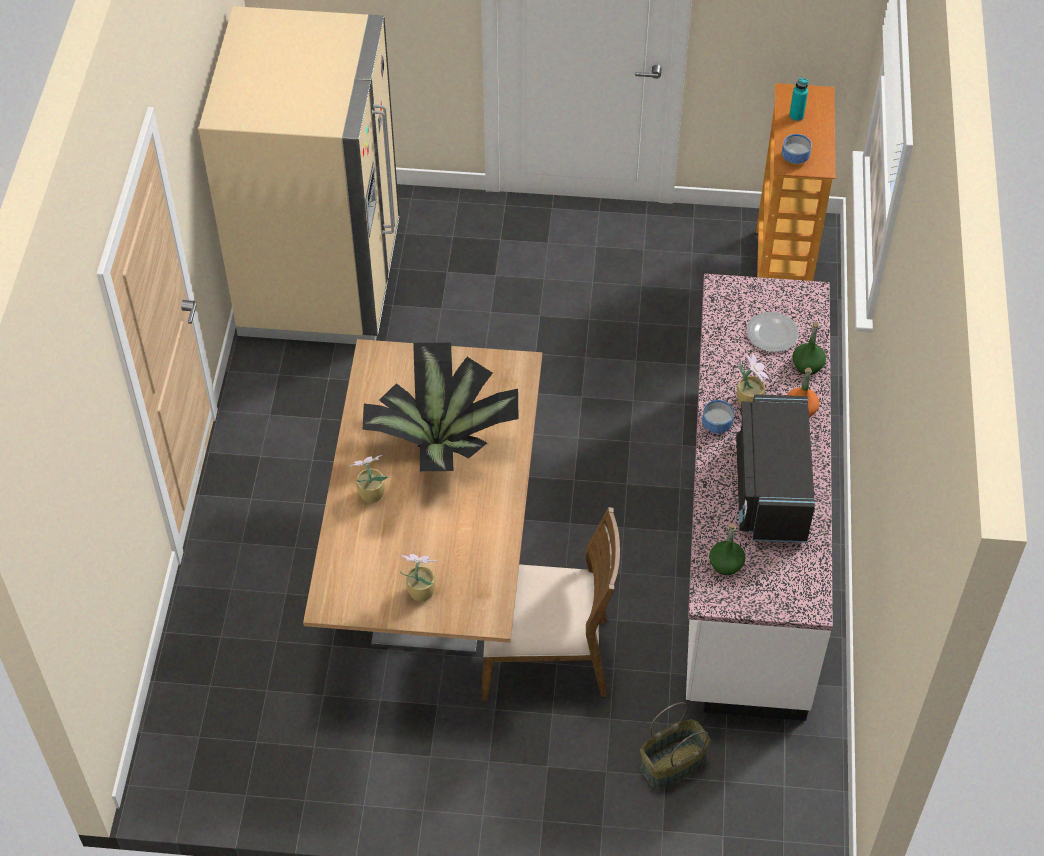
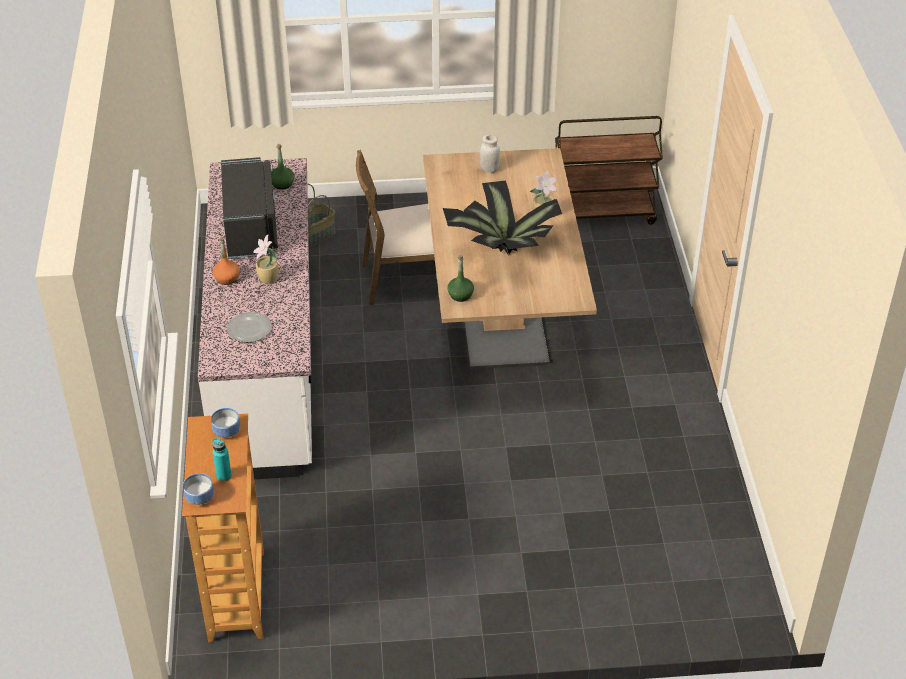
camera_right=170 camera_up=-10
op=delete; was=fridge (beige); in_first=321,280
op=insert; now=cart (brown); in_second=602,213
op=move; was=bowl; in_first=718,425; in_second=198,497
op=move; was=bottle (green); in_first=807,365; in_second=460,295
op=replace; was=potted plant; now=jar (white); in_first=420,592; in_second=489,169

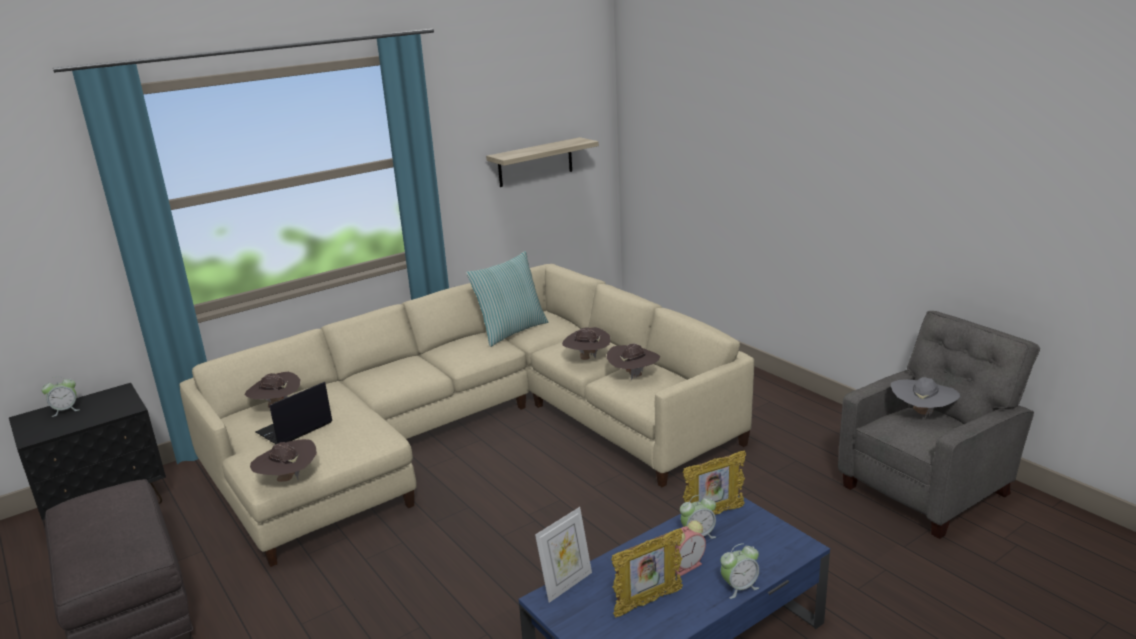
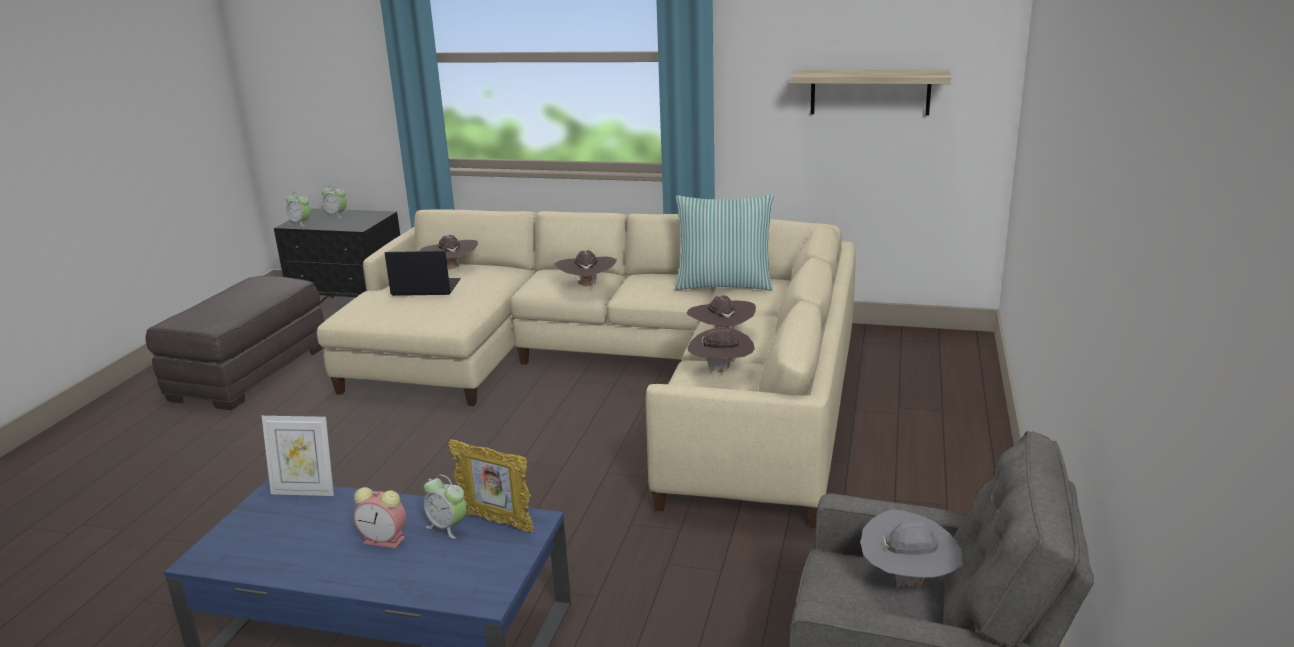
camera_right=50 camera_up=0
op=delete; was=picture frame; in_first=647,602
op=move; was=hat (brown); in_first=288,480; in_second=587,286
op=move; was=alarm clock; in_first=739,587; in_second=300,223

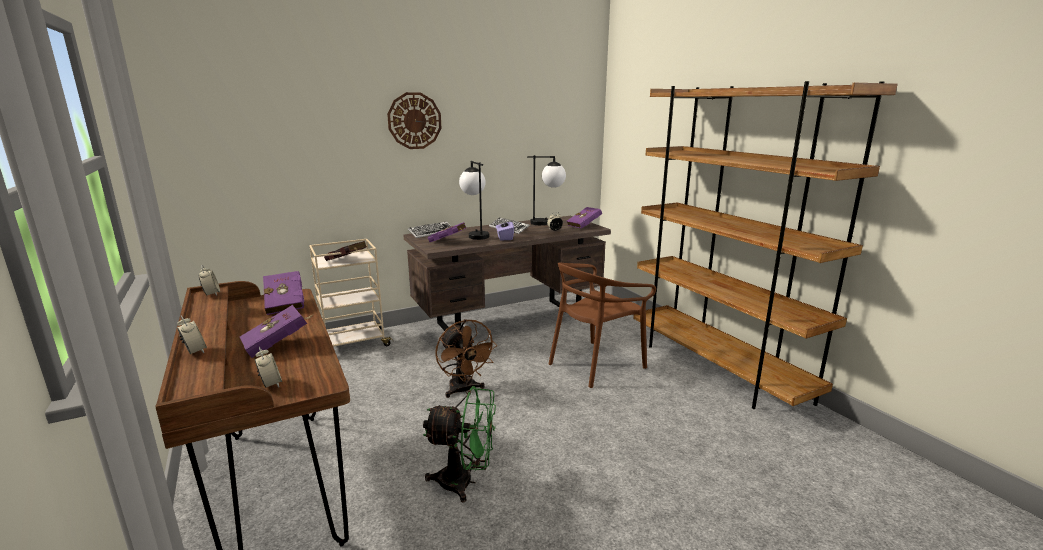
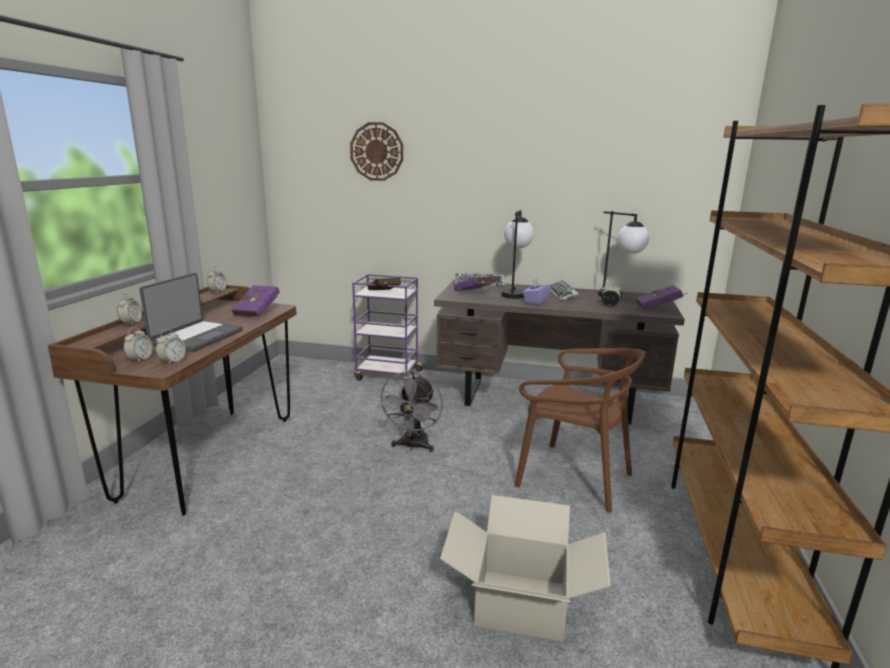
camera_right=40 camera_up=0
op=delete; was=fan (green); in_first=465,482
op=insert; now=alarm clock; in_second=172,361
op=insert; now=cardboard box; in_second=521,605
op=move; was=wall clock; in_first=414,121; in_second=377,151
op=replace; was=book (purple); now=laptop; in_first=279,345; in_second=196,337
op=recolor; was=cart (beige); now=cart (purple); in_first=354,344; in_second=388,375
op=recolor; was=fan (brown); now=fan (grey); in_first=464,390; in_second=413,446
op=rotate; was=chair (brown); in_first=595,364; in_second=573,477; clockwise=-150

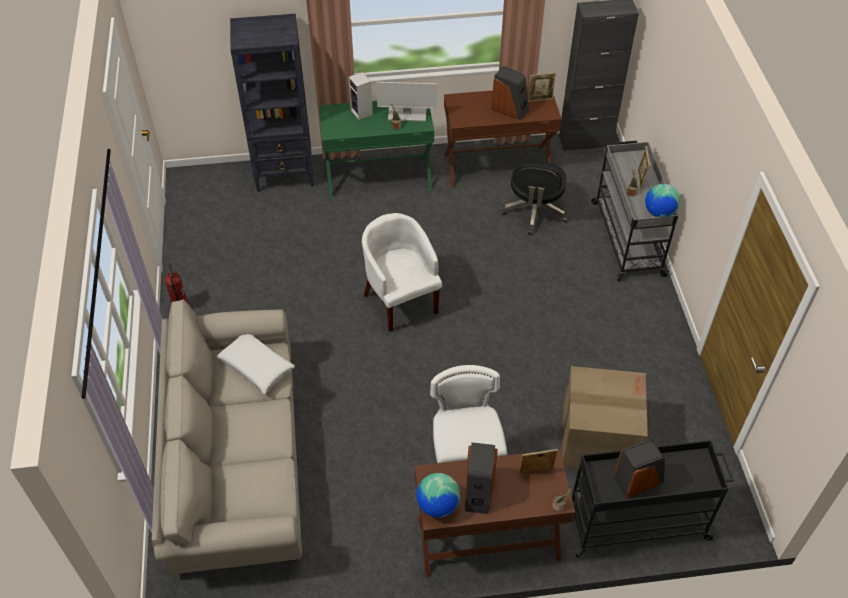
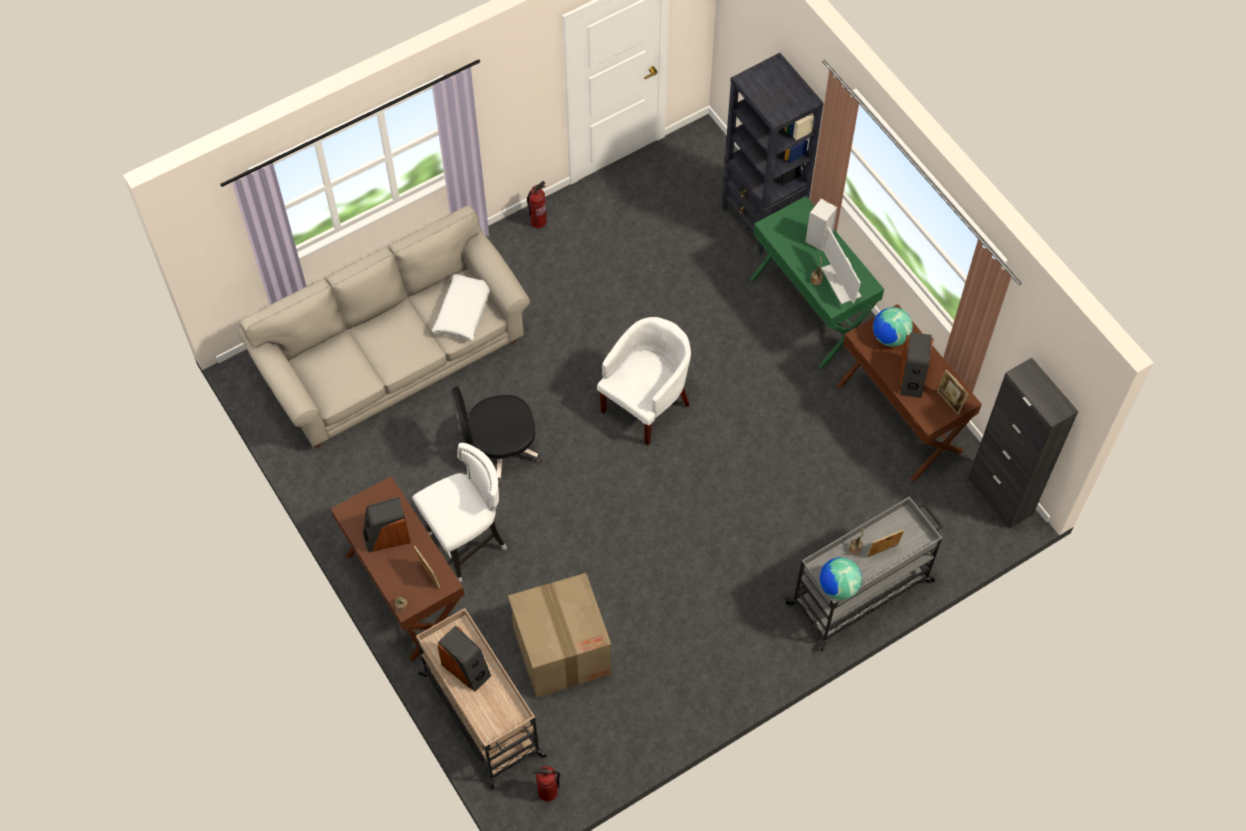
camera_right=65 camera_up=10
op=insert; now=fire extinguisher; in_second=547,792
op=move; was=globe; in_first=438,505; in_second=889,337
op=move; was=office chair (black); in_first=534,211; in_second=498,450
op=recolor; was=cart (black); now=cart (beige); in_first=638,521; in_second=483,716

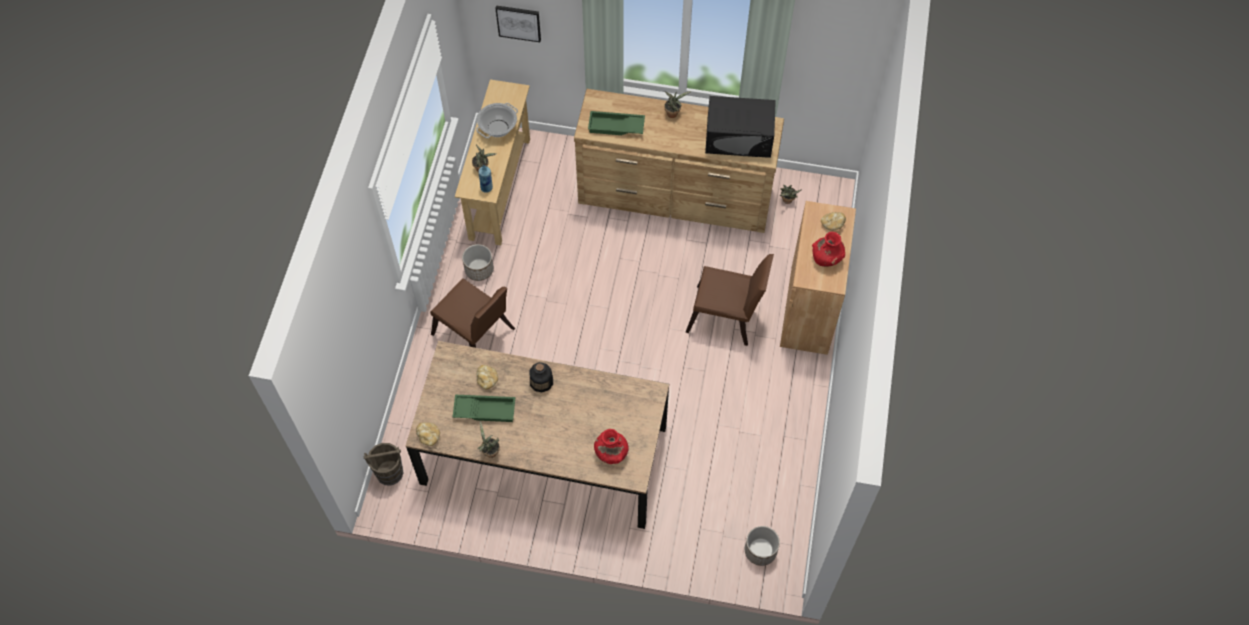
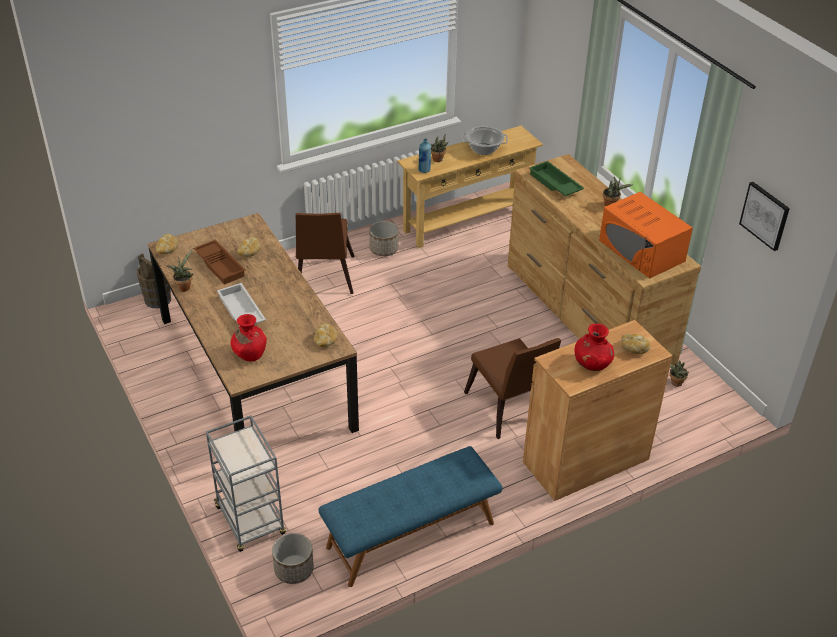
camera_right=50 camera_up=-20
op=delete; was=bottle; in_first=541,381
op=insert; now=cart (grey); in_second=251,521
op=insert; now=tray (white); in_second=240,311
op=insert; now=bread; in_second=325,341
op=insert; now=bench (blue); in_second=411,536
op=move; was=picture; in_first=518,22; in_second=765,215
op=recolor; was=tray (green); now=tray (brown); in_first=485,409; in_second=221,265
op=recolor; was=microwave (black); now=microwave (orange); in_first=739,138; in_second=641,251

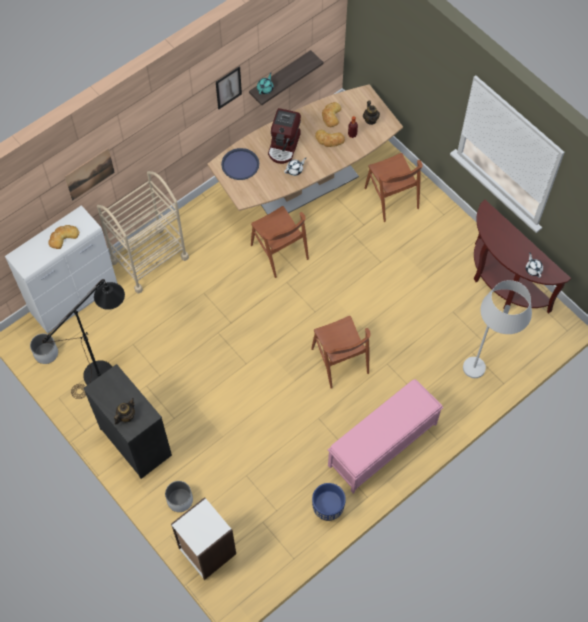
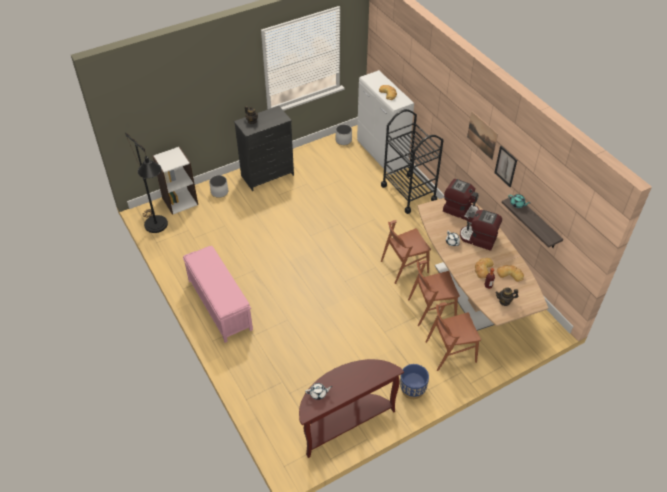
camera_right=100 camera_up=-15
op=delete; was=floor lamp (white); in_first=486,365
op=move; was=floor lamp (black); in_first=106,370; in_second=158,229
op=move; was=picture; in_first=89,174; in_second=482,135
op=move; was=chair (brown); in_first=340,361; in_second=431,309
op=move; was=planter (blue); in_first=328,508; in_second=412,389
op=replace; was=tray (blue); now=coffee machine; in_first=240,164; in_second=461,210
op=recolor; was=cart (beige); now=cart (black); in_first=149,259; in_second=408,193

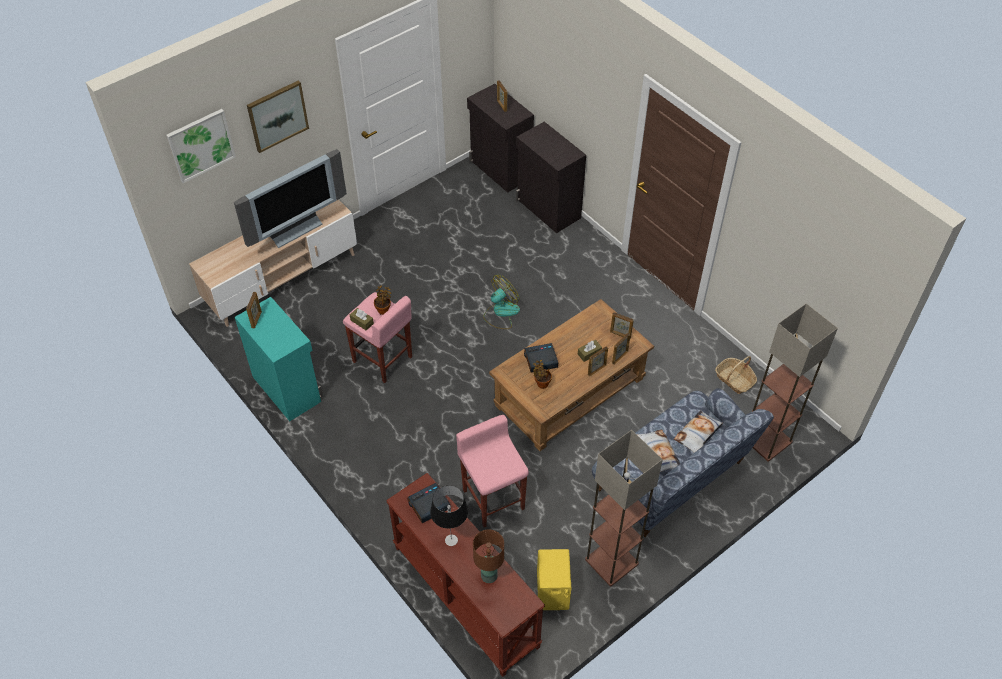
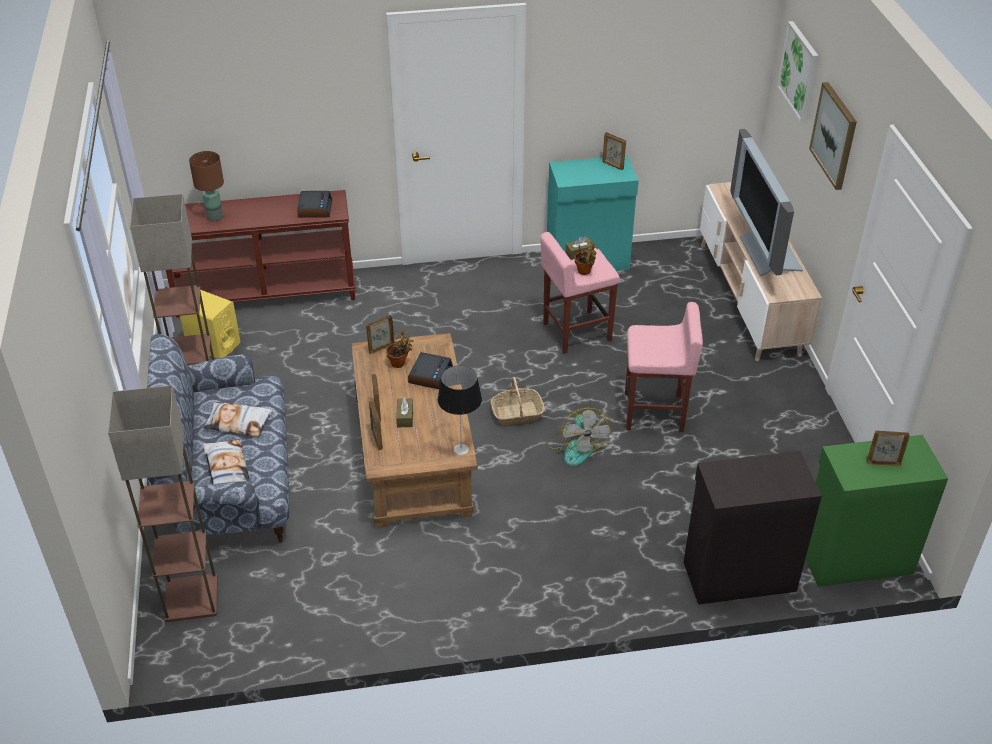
camera_right=120 camera_up=-10
op=move; was=table lamp; in_first=451,540; in_second=461,449
op=move; was=stool (pink); in_first=493,498; in_second=655,412
op=move; was=picture frame; in_first=620,335; in_second=381,348
op=move; was=basket; in_first=734,380; in_second=517,413
op=recolor; was=cabinet (black); now=cabinet (green); in_first=500,170; in_second=854,558

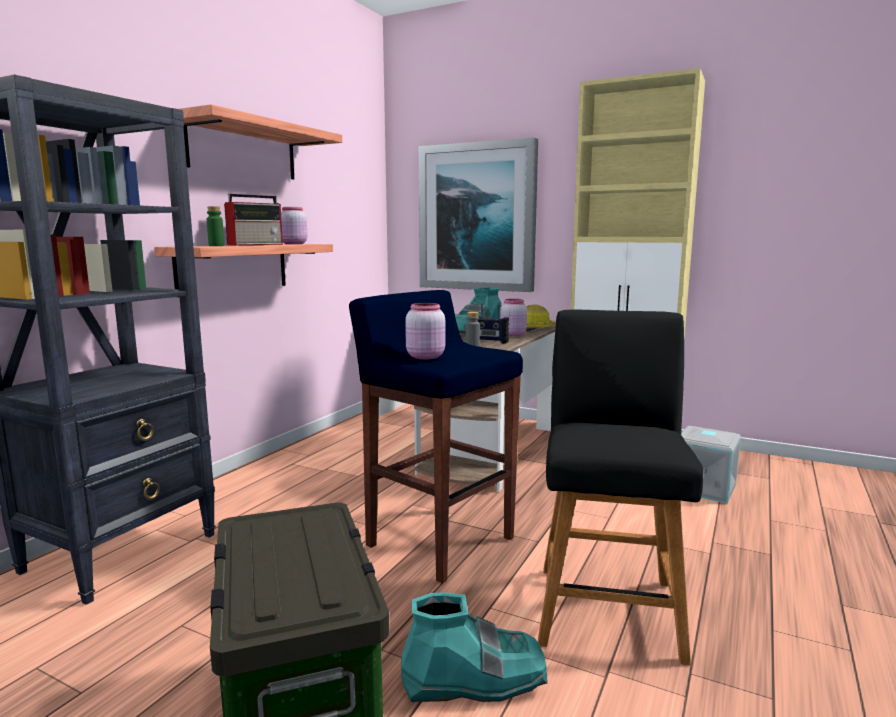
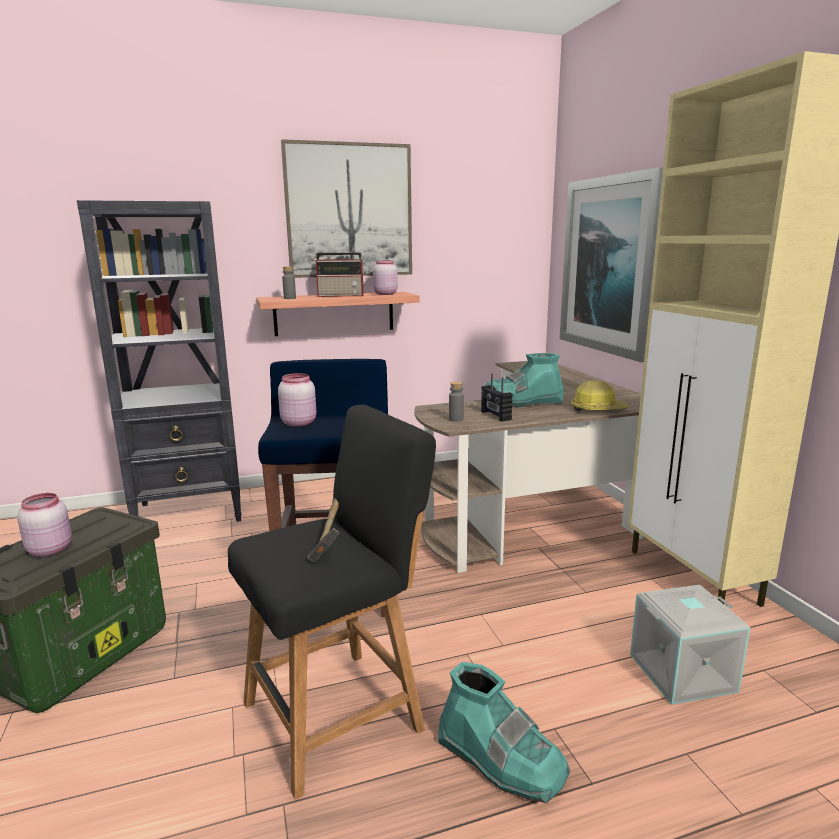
camera_right=45 camera_up=5
op=insert; now=hammer; in_second=329,536
op=move; was=boot (turquoise); in_first=474,679; in_second=501,759
op=move; was=jar (pink); in_first=512,334; in_second=50,549
op=replace; was=shelf; now=picture; in_first=243,150; in_second=349,211
op=recolor; was=bottle (green); now=bottle (grey); in_first=216,246; in_second=290,298

